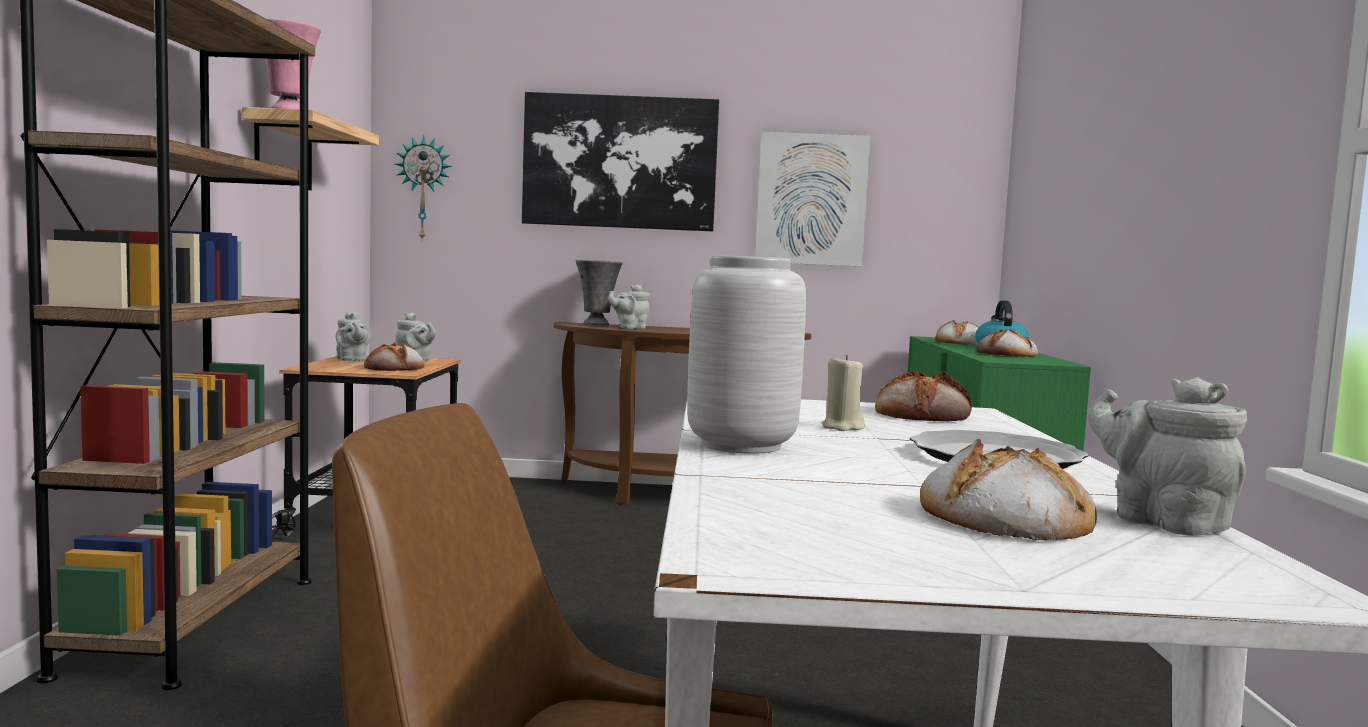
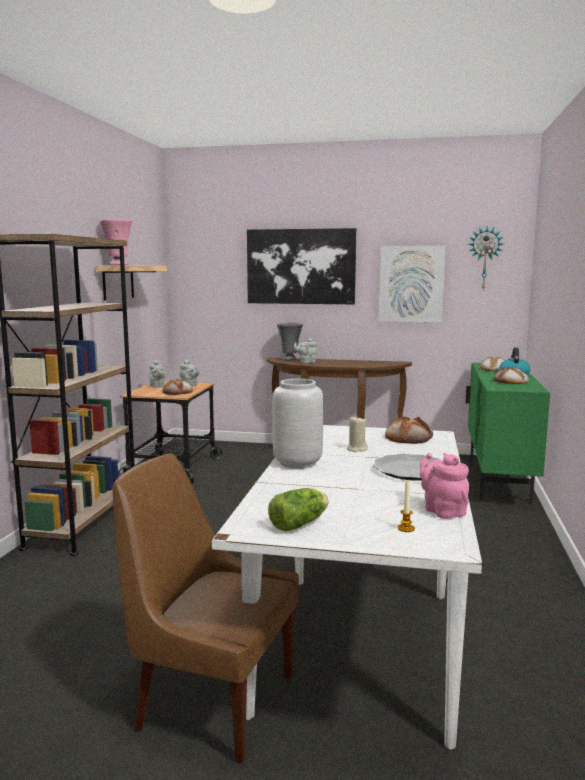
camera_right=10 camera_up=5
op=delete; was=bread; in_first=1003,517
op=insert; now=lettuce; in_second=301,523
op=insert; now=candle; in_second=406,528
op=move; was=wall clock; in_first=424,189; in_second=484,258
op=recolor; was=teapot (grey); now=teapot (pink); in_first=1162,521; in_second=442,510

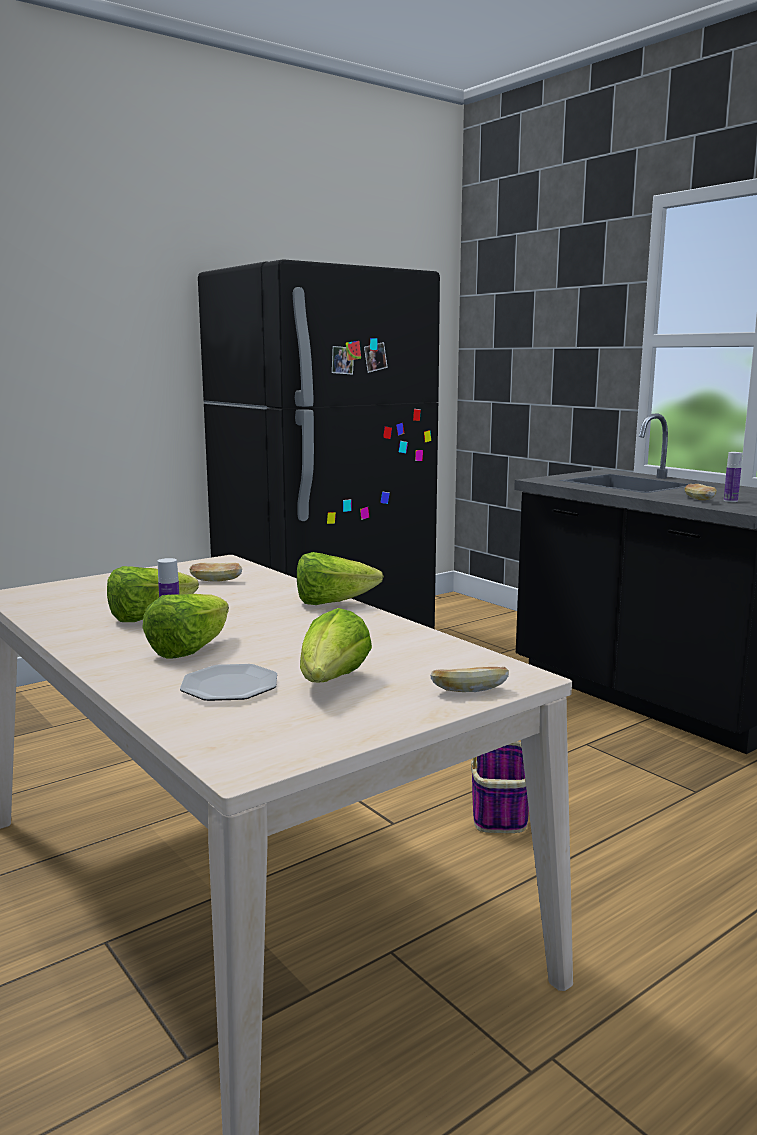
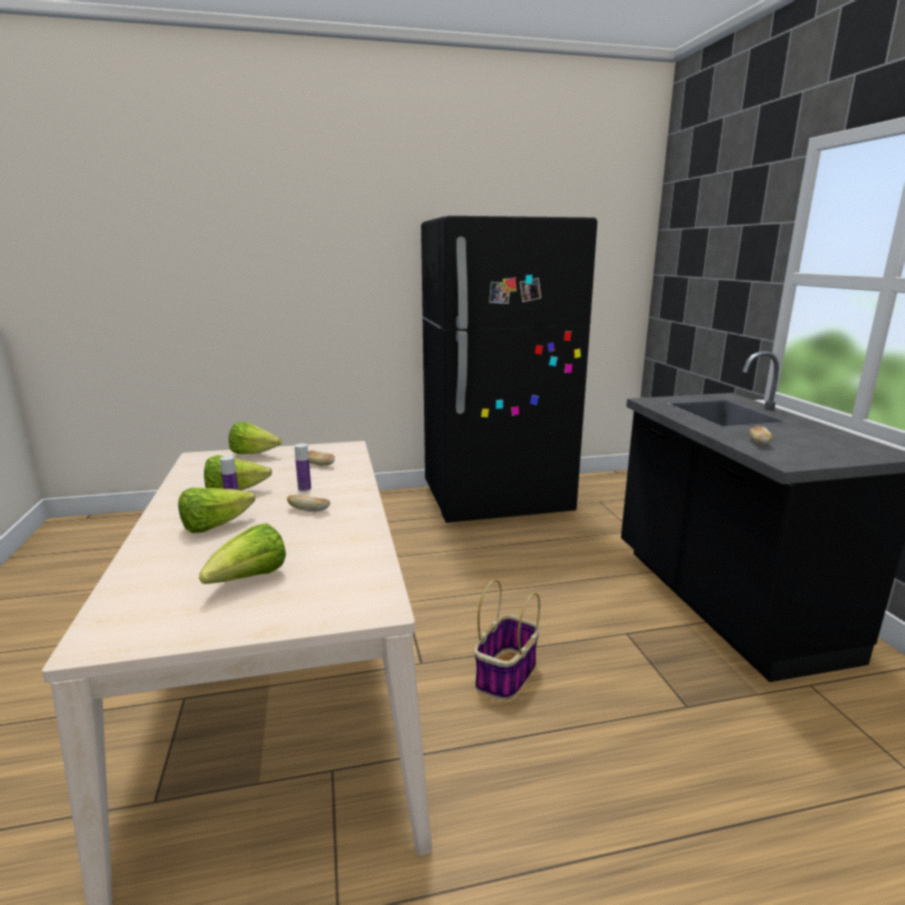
camera_right=25 camera_up=5
op=delete; was=plate; in_first=230,686
op=move; was=lettuce; in_first=332,603; in_second=254,454
op=move; was=bread; in_first=469,691; in_second=309,510
op=move; was=bottle; in_first=730,501; in_second=304,489

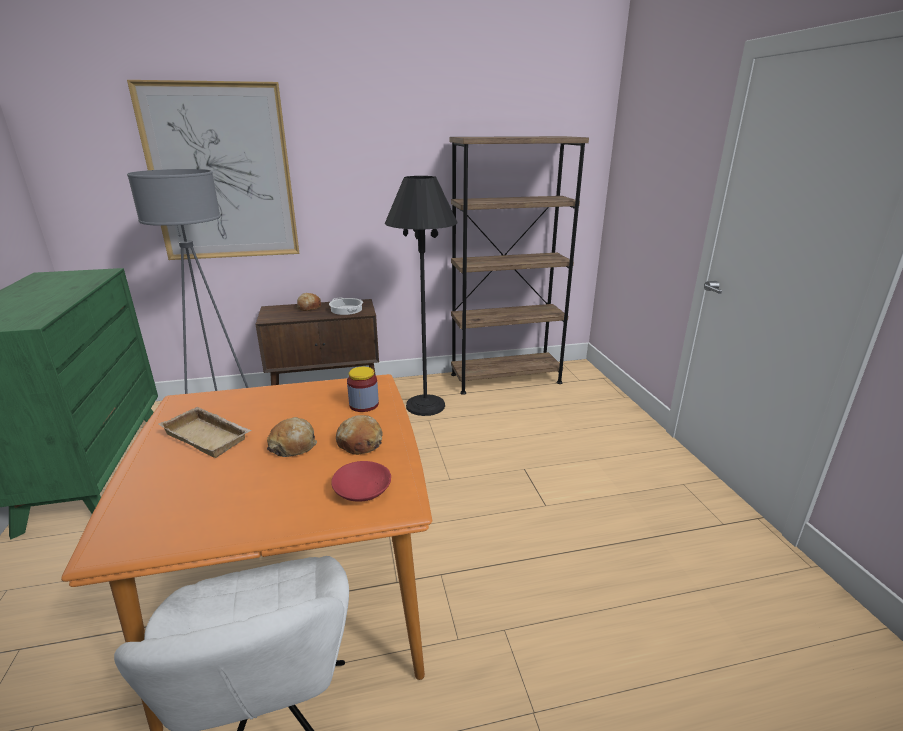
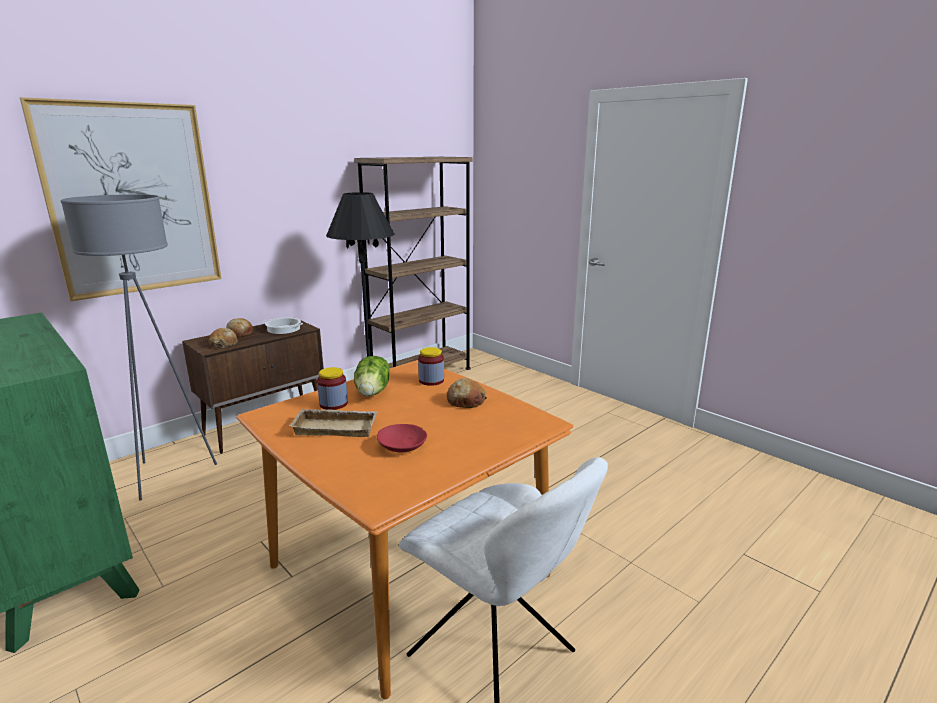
camera_right=-30 camera_up=-5
op=insert; now=jar; in_second=333,404
op=insert; now=lettuce; in_second=373,392
op=move; was=bread; in_first=293,445; in_second=224,344
op=move; was=bowl (red); in_first=363,491; in_second=403,446

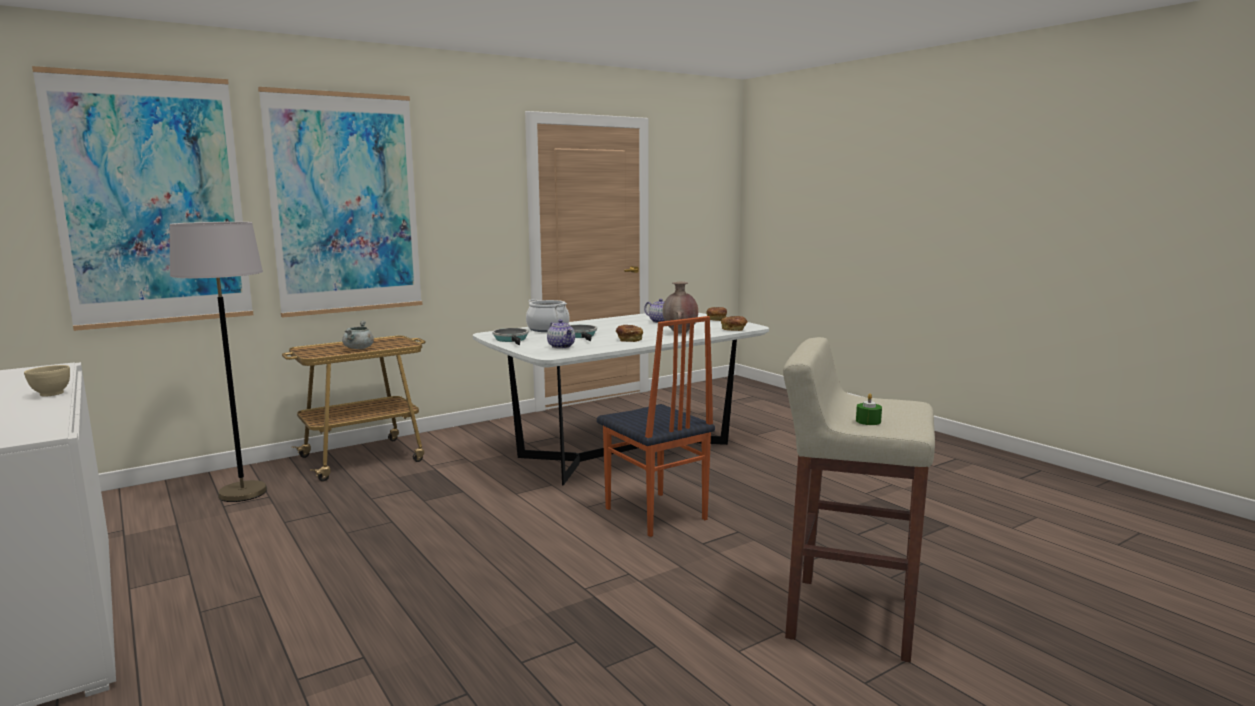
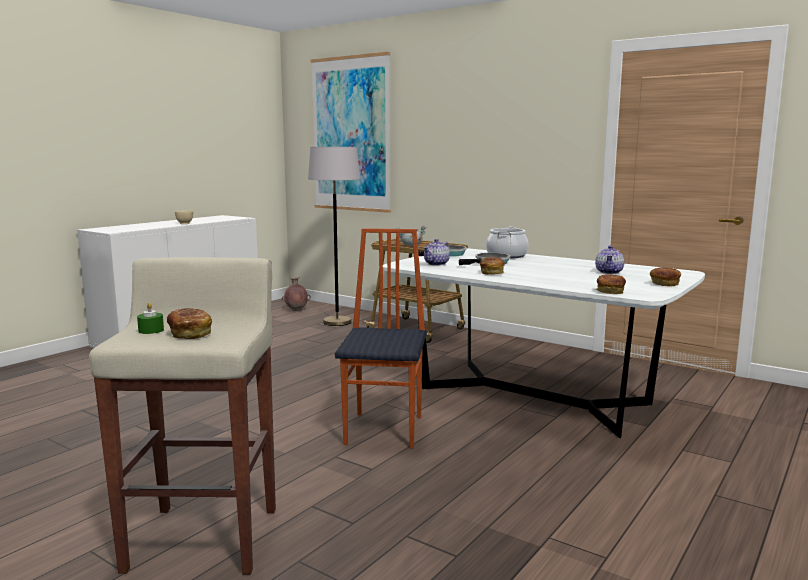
camera_right=70 camera_up=0
op=delete; was=picture; in_first=345,204
op=insert; now=bread; in_second=190,334
op=move; was=vase (brown); in_first=680,332; in_second=296,310
op=rotate; was=chair; in_first=654,514; in_second=386,429; clockwise=150

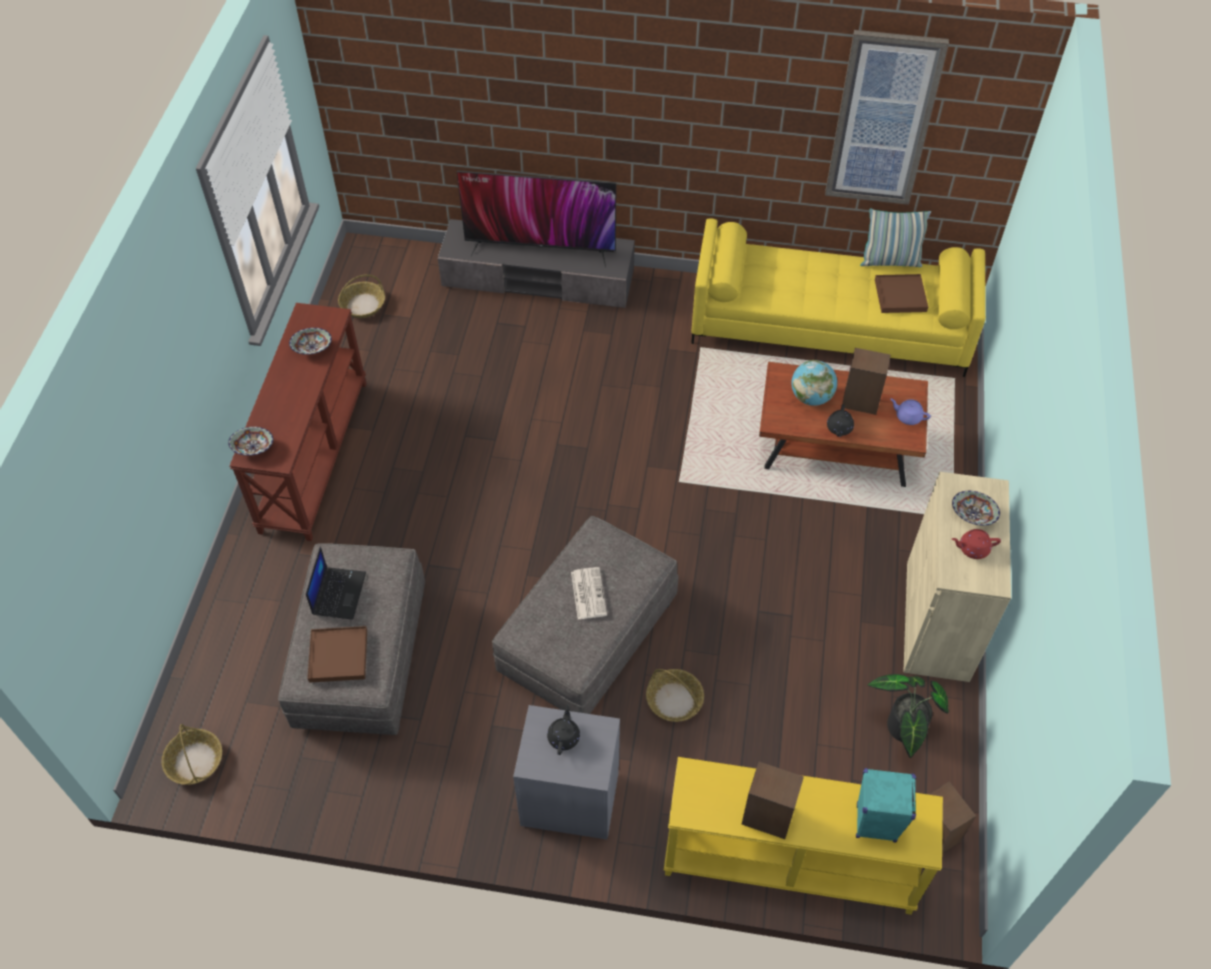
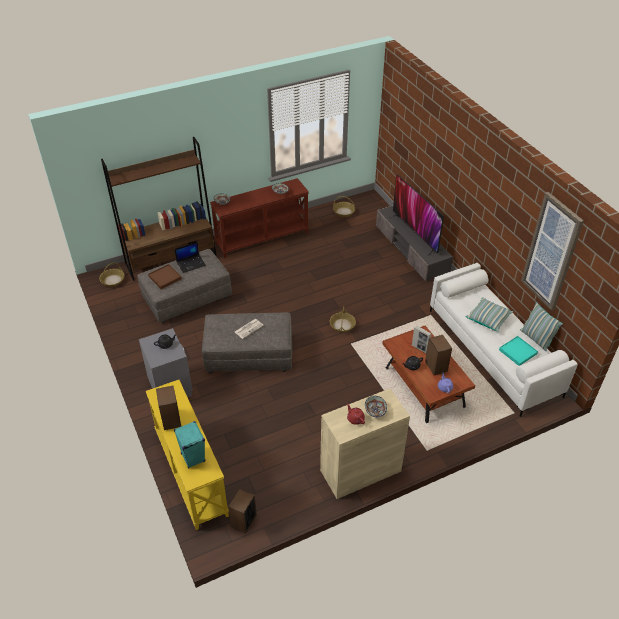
camera_right=55 camera_up=-10
op=delete; was=potted plant; in_first=902,729
op=insert; now=bookcase (brown); in_second=171,259
op=insert; now=pillow; in_second=488,319
op=move; was=basket; in_first=674,700; in_second=342,325
op=replace; was=globe; now=picture frame; in_first=811,397; in_second=419,348
op=recolor; was=sofa (yellow); now=sofa (white); in_first=830,326; in_second=493,352
op=recolor; was=tray (brown); now=tray (turquoise); in_first=900,296; in_second=518,352

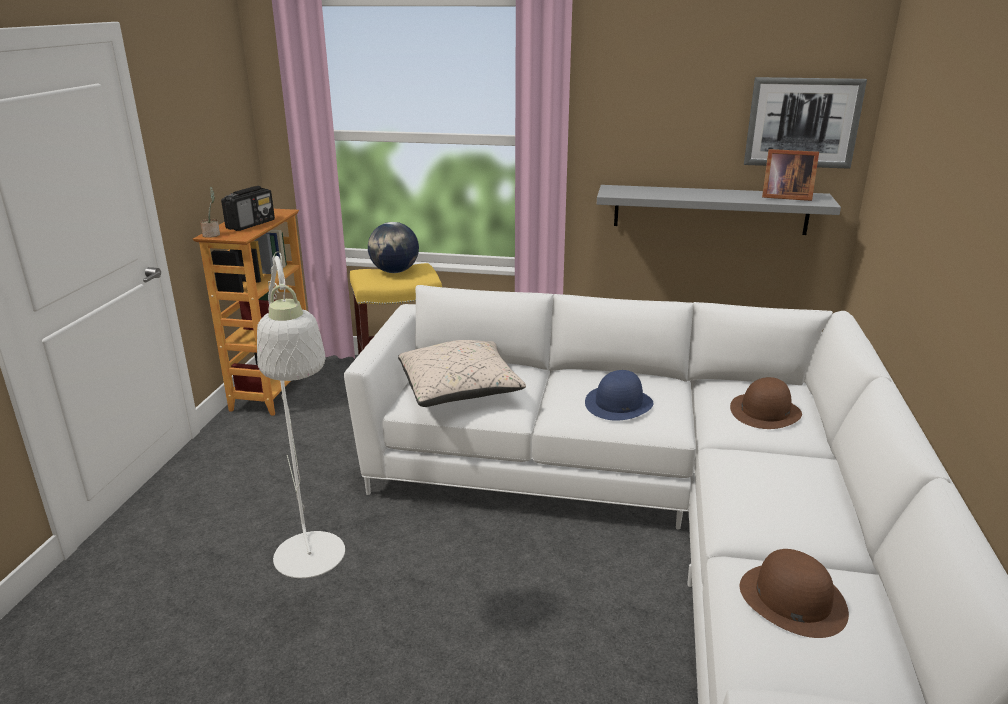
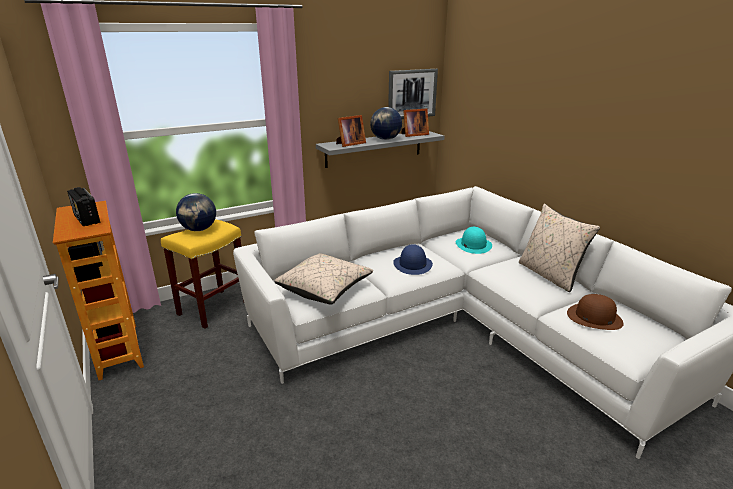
camera_right=-40 camera_up=0
op=delete; was=potted plant; in_first=212,235
op=delete; was=floor lamp (white); in_first=313,566
op=insert; now=picture frame; in_second=349,144
op=insert; now=globe; in_second=385,139
op=insert; now=pillow (beige); in_second=549,275
op=recolor; was=hat (brown); now=hat (turquoise); in_first=765,411; in_second=473,245
op=rotate; was=radio; in_first=251,224; in_second=87,219; clockwise=150

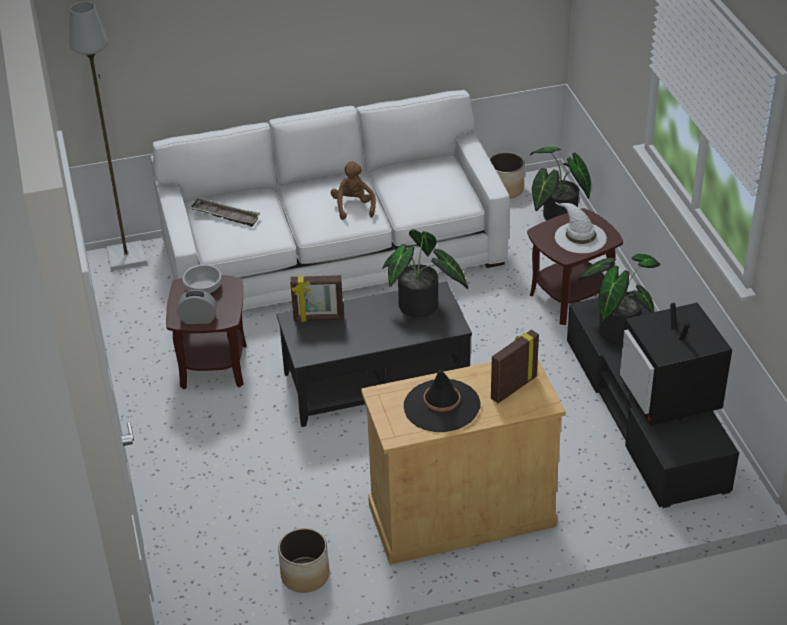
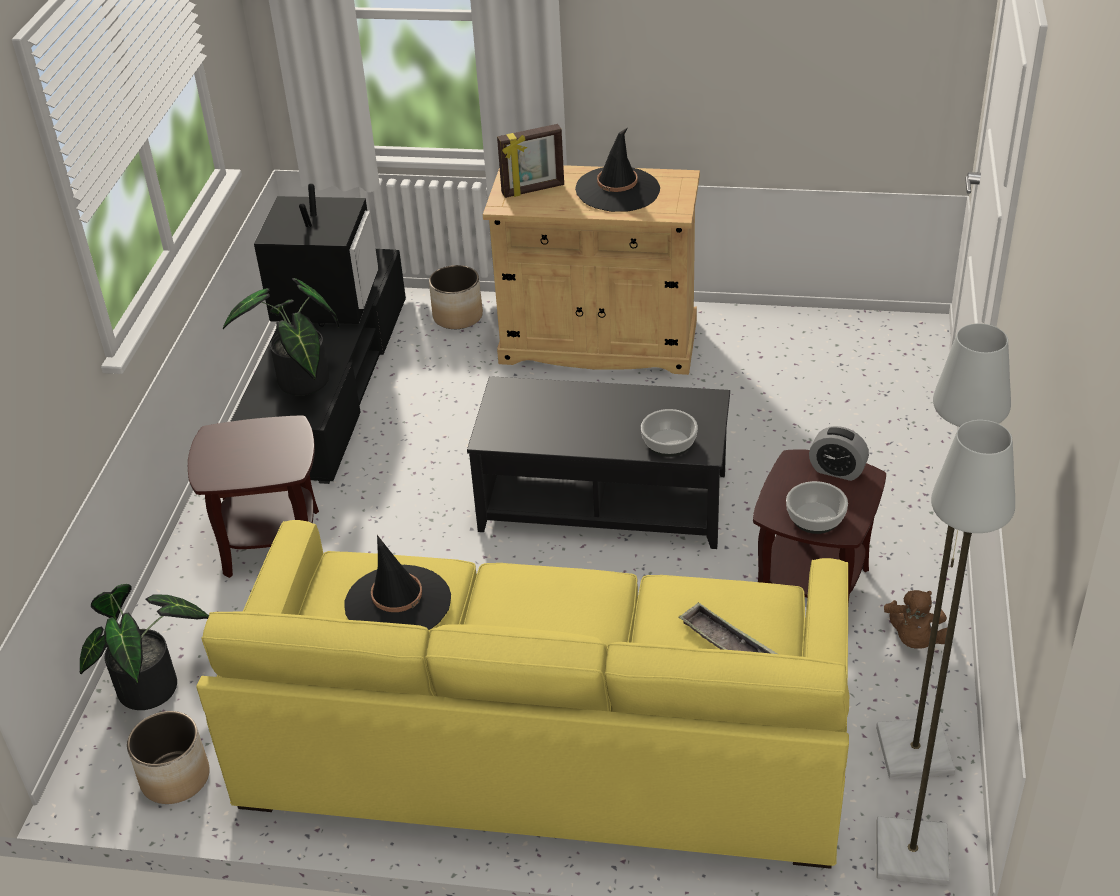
camera_right=-155 camera_up=0
op=delete; was=potted plant; in_first=421,308
op=delete; was=hat (white); in_first=579,237
op=insert; now=hat (black); in_second=398,602
op=insert; now=floor lamp (grey); in_second=916,751
op=move; was=planter; in_first=305,575; in_second=458,316
op=move; was=plush toy (brown); in_first=353,207; in_second=915,639
op=replace; was=picture frame; now=bowl; in_first=318,318; in_second=668,443
op=recolor; was=sofa (white); now=sofa (yellow); in_first=333,253; in_second=544,735

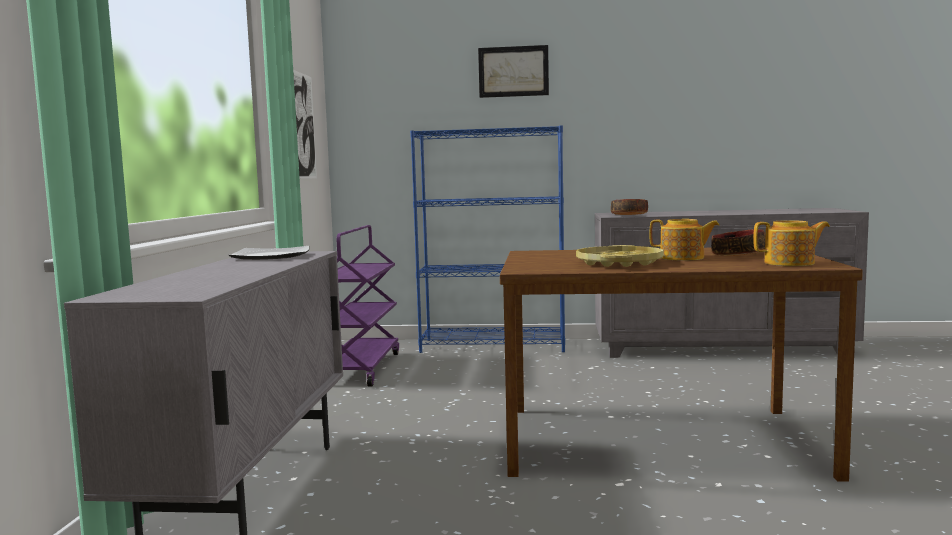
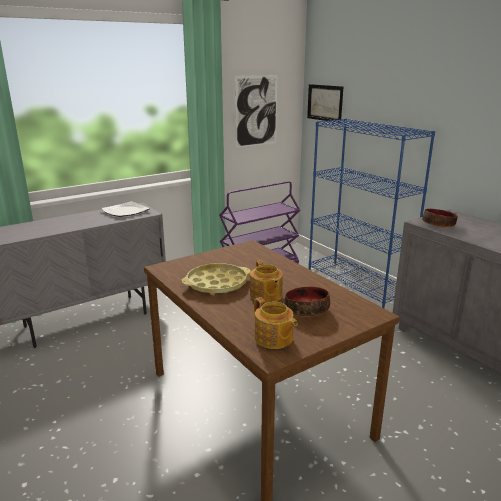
camera_right=50 camera_up=15
op=move; was=picture; in_first=513,71; in_second=325,103

